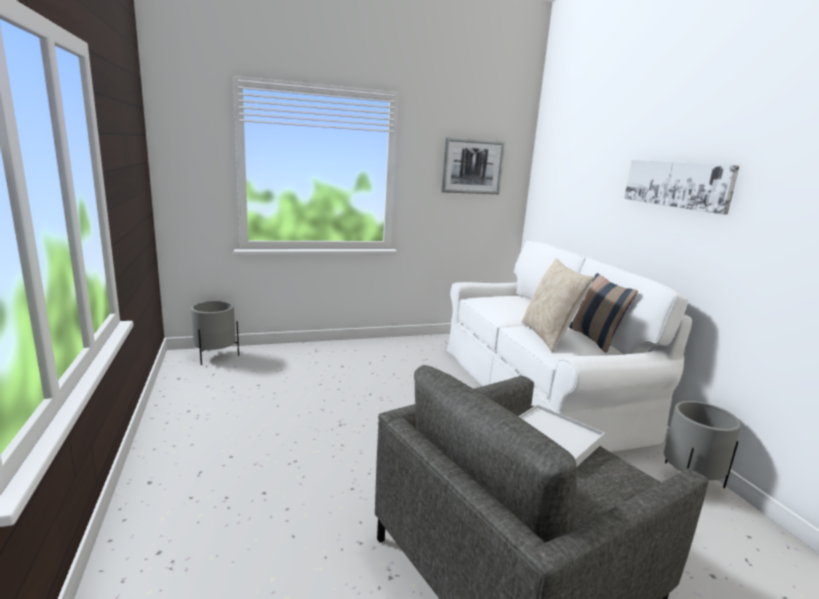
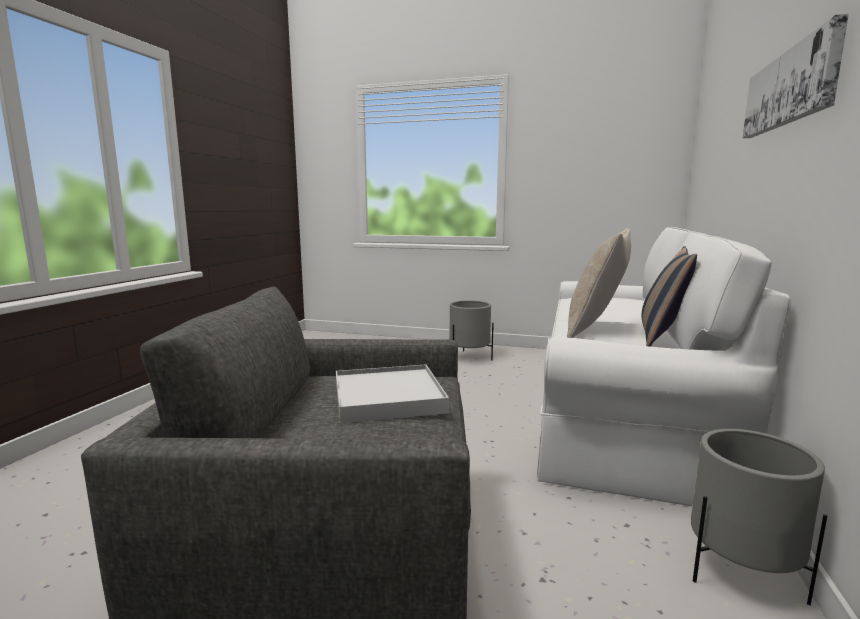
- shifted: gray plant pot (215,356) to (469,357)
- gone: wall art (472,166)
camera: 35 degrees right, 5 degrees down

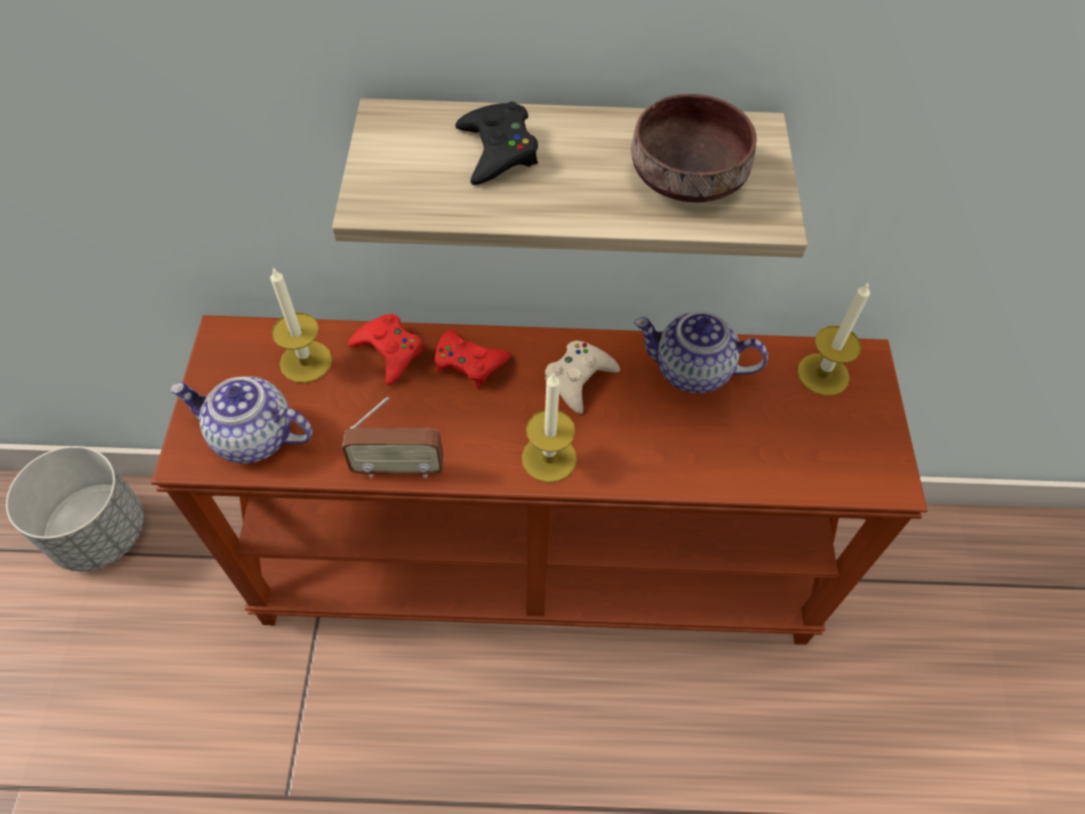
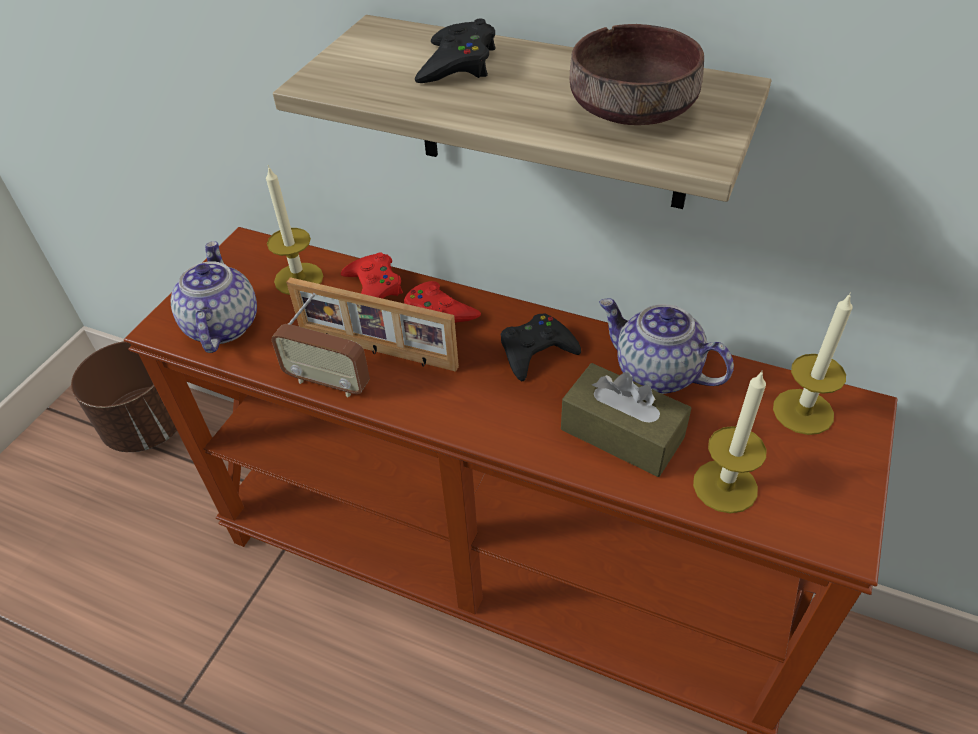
- repainted: gray plant pot (99,533) to brownish plant pot (147,427)
- rotated: tea pot (252,437) = (221,325) 45 degrees clockwise
- shifted: wax candle (549,458) to (725,486)
- repainted: beige-coloured gamepad (579,379) to blackish gamepad (536,351)
- new: standing frame (376,351)
- new: brownish box of tissues (622,433)
camera: 25 degrees right, 10 degrees down

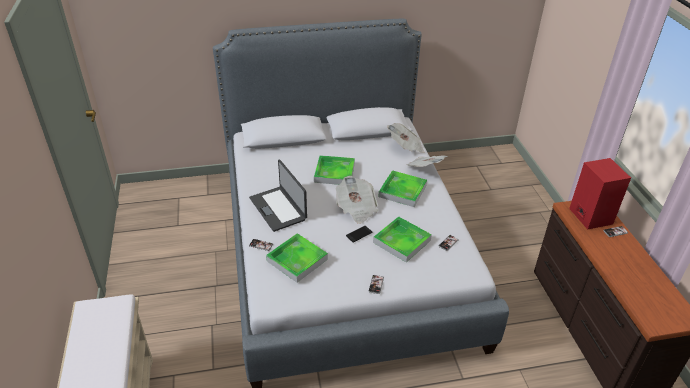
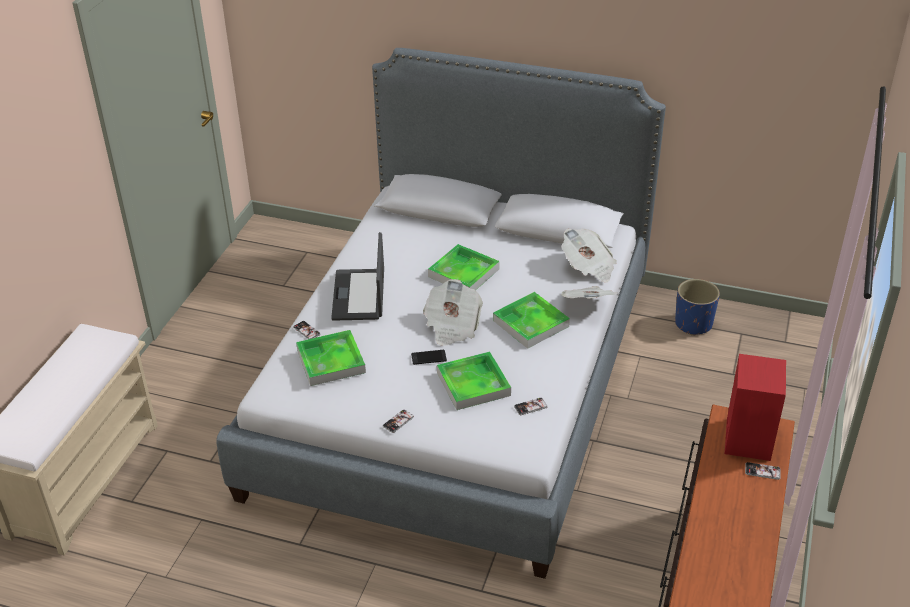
- new: blue-coloured plant pot (693,324)
camera: 30 degrees right, 0 degrees up

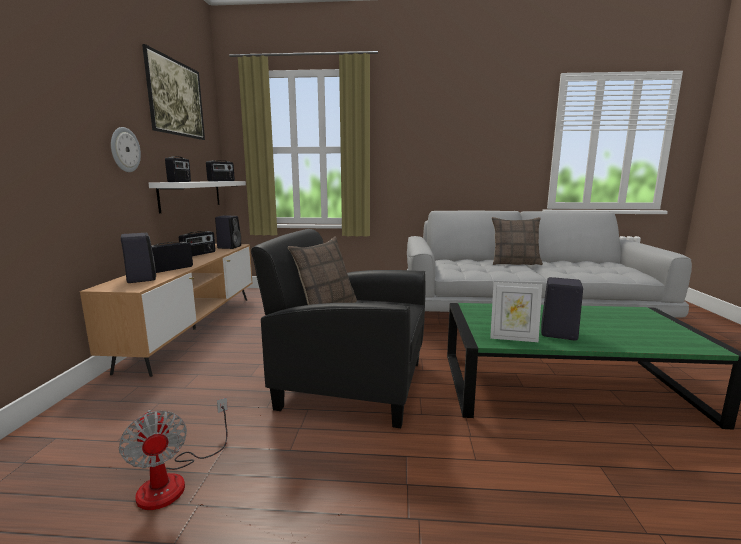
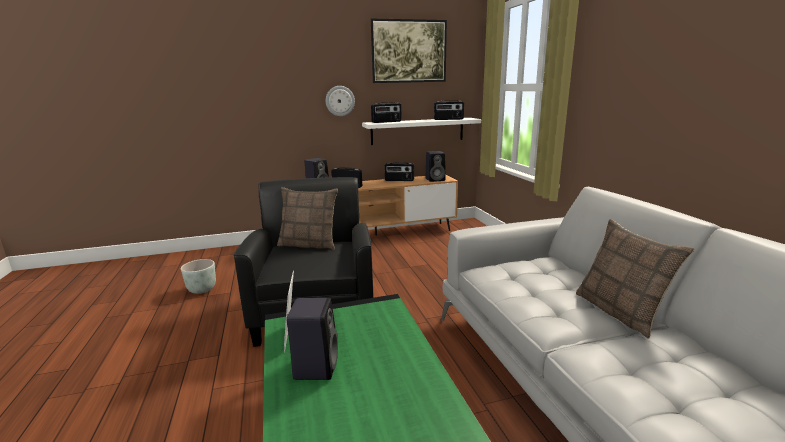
- swapped: cooling fan (174,480) to gray plant pot (202,290)
camera: 70 degrees right, 5 degrees up

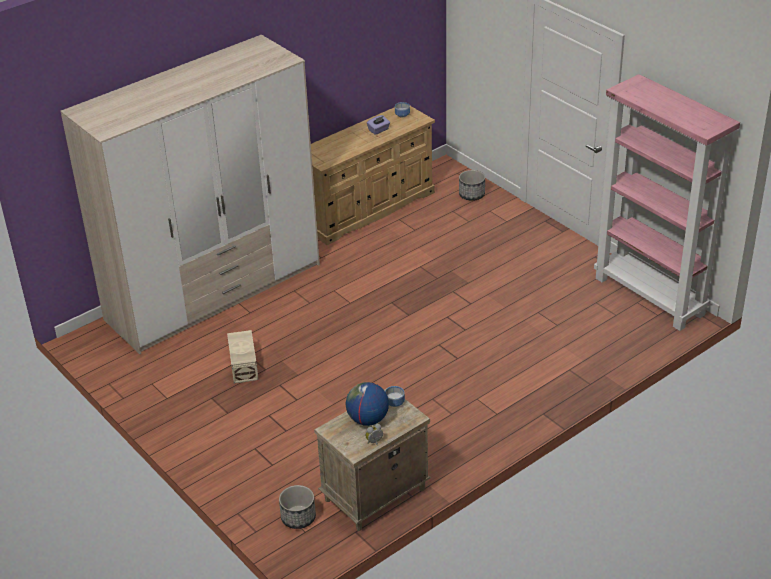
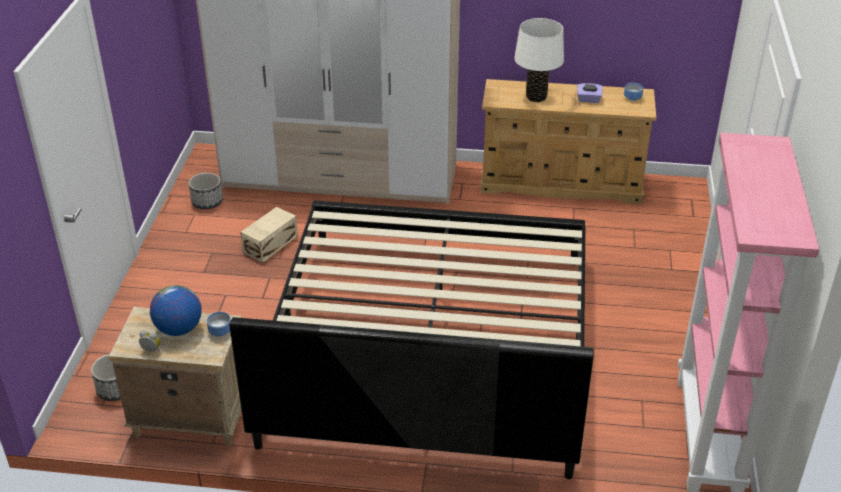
- shifted: plant pot (471,195) to (207,202)
- new: sleeping bed (430,347)
- new: whitish tabletop lamp (536,97)
camera: 45 degrees right, 0 degrees up

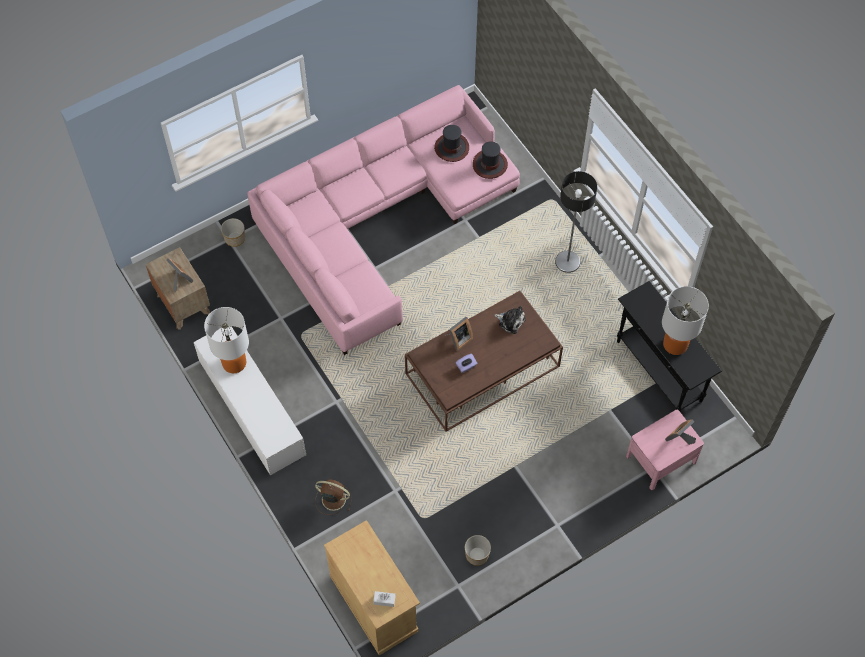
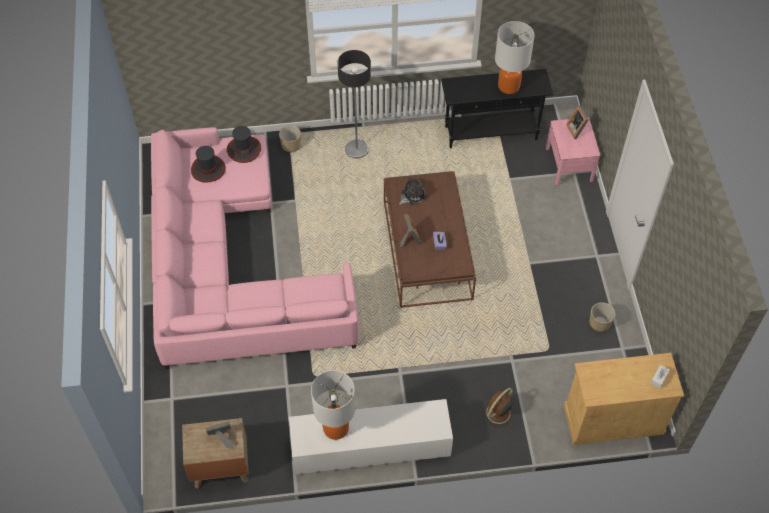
- shifted: plant pot (235,238) to (290,145)
camera: 65 degrees left, 5 degrees down

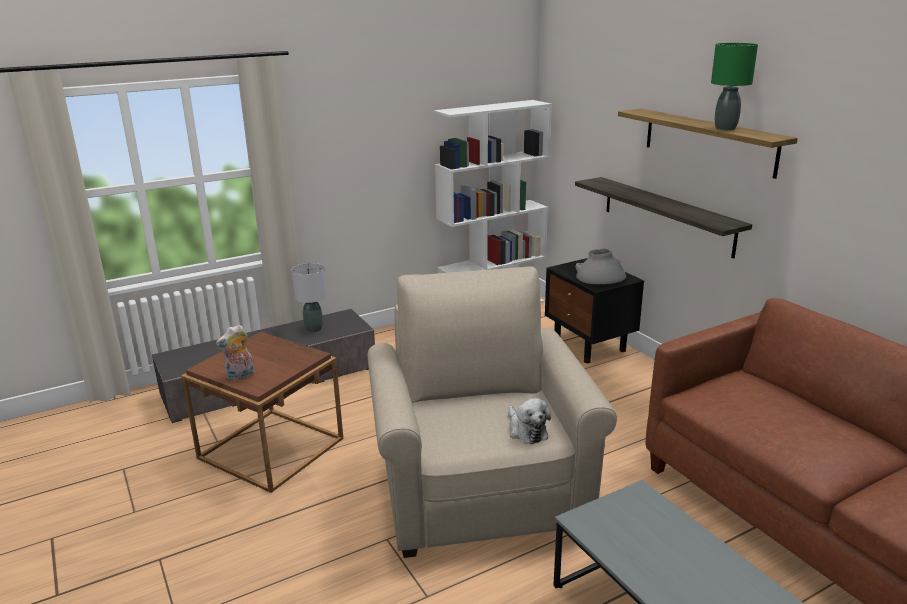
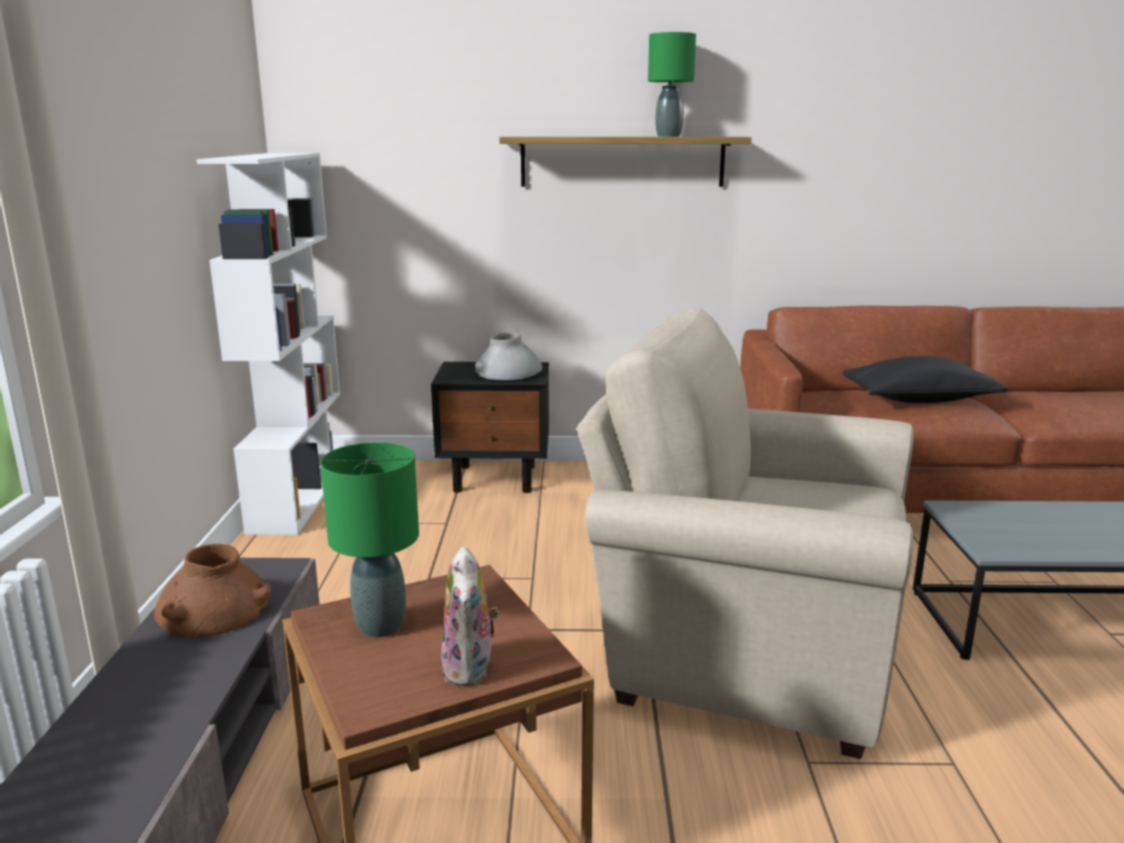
- swapped: gray tabletop lamp (314,329) to brownish vase (215,609)
- gone: cuddly toy (526,431)
- gone: bracket shelf (666,215)
- new: green-coloured tabletop lamp (379,626)
- new: blackish pillow (919,400)
camera: 60 degrees left, 5 degrees down

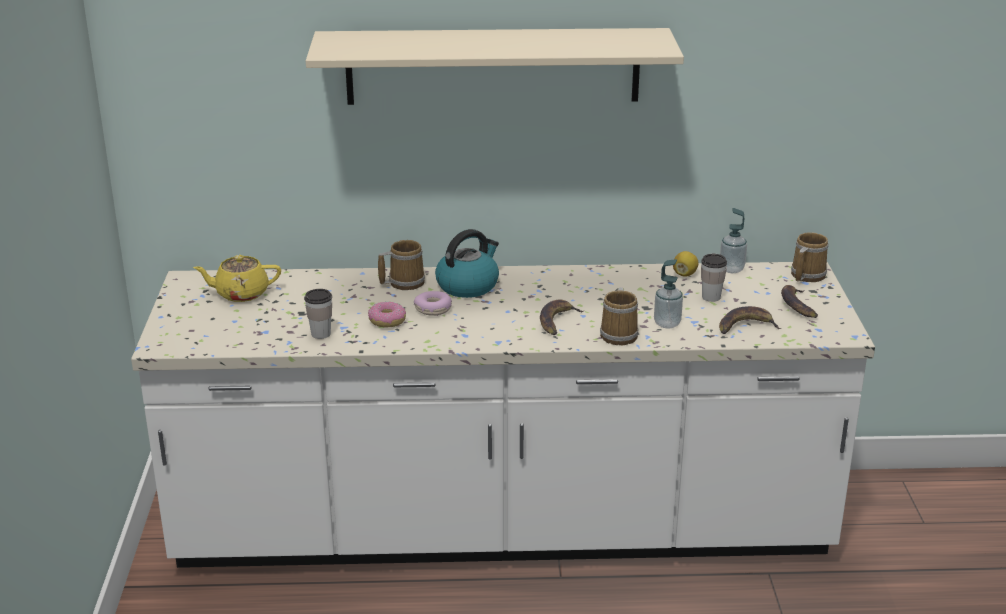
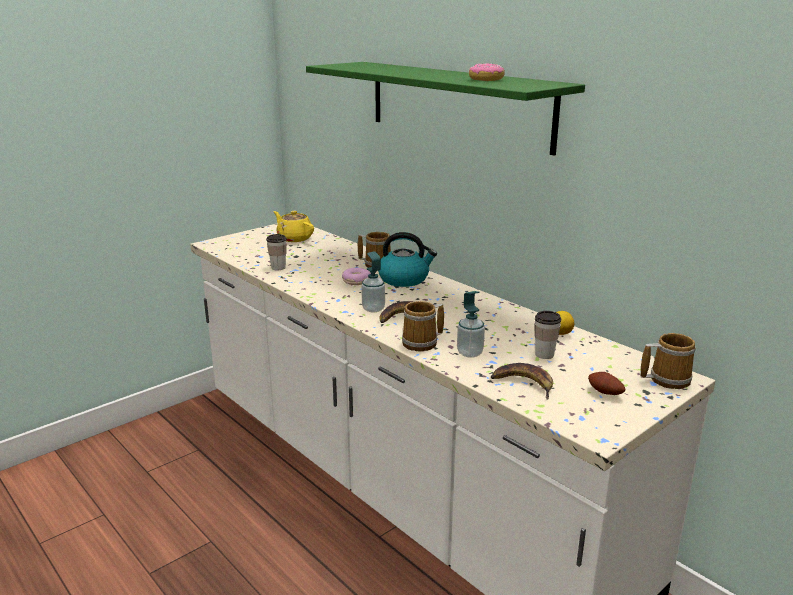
- repainted: beige-coloured bracket shelf (493,66) to green-coloured bracket shelf (457,104)
- shifted: ring doughnut (387,321) to (486,79)
- shifted: soap bottle (731,269) to (373,309)
- swapped: banana (797,305) to whole potato (604,393)
camera: 50 degrees right, 5 degrees down

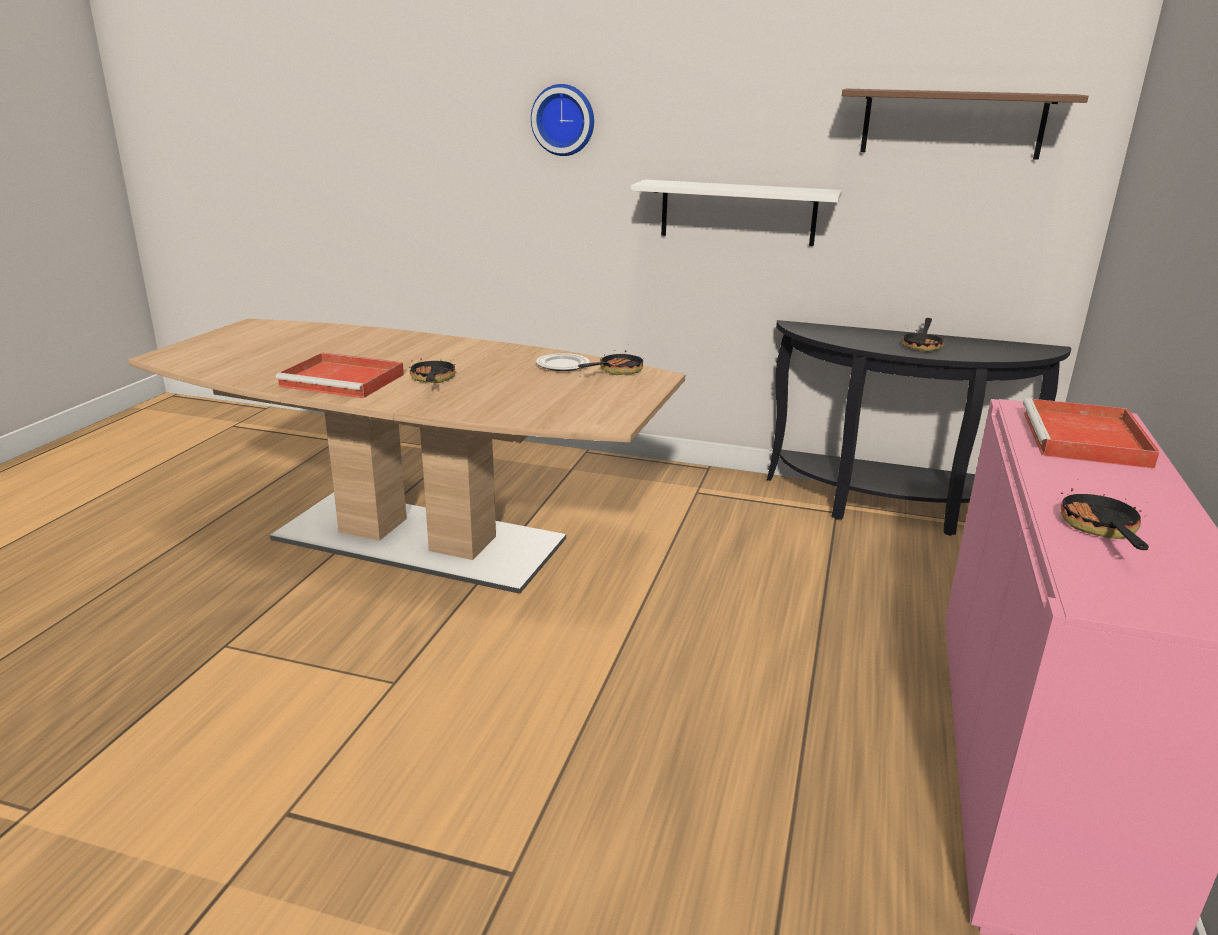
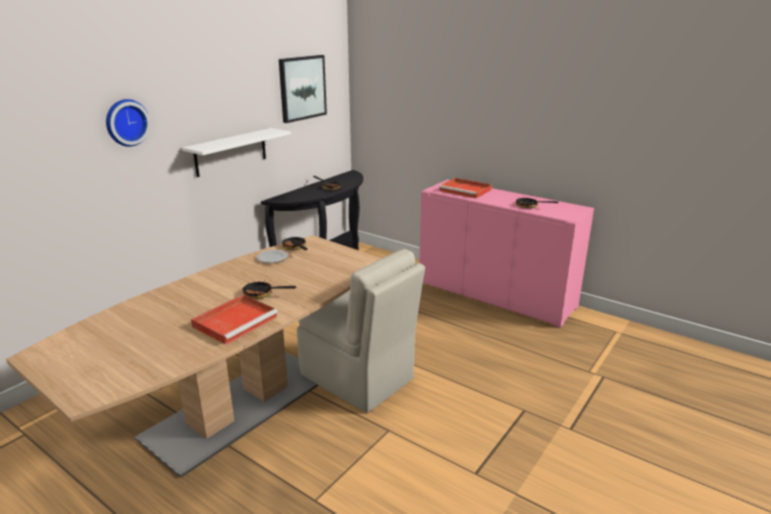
- swapped: brownish bracket shelf (952,123) to wall art (302,88)
- new: beige-coloured upright chair (359,379)
camera: 70 degrees left, 0 degrees up

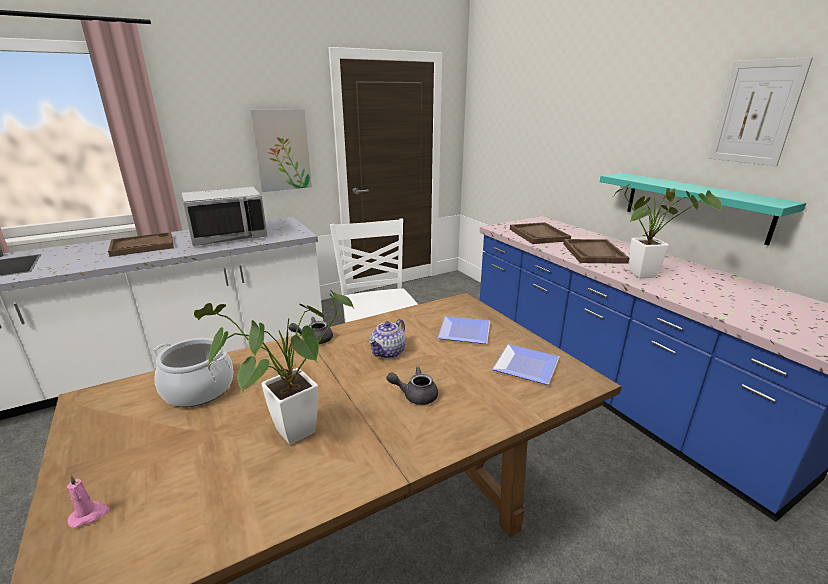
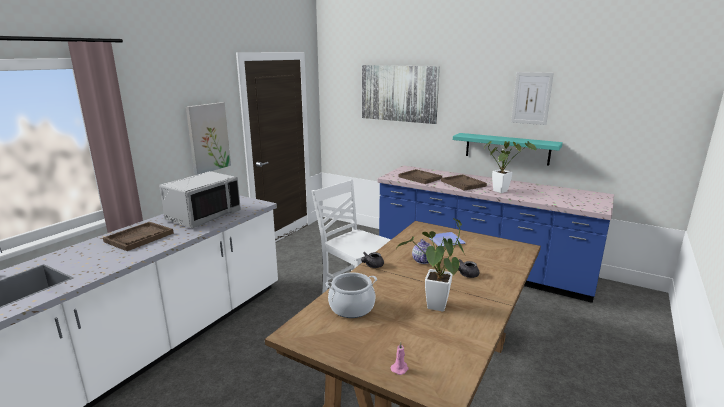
- gone: dinner plate (527,367)
- new: wall art (399,93)
camera: 30 degrees left, 5 degrees down

